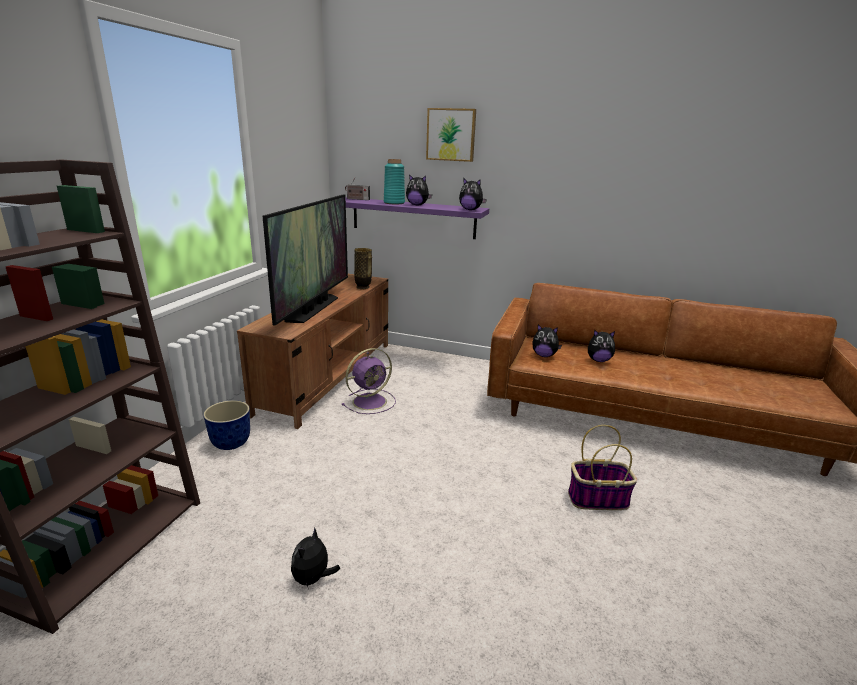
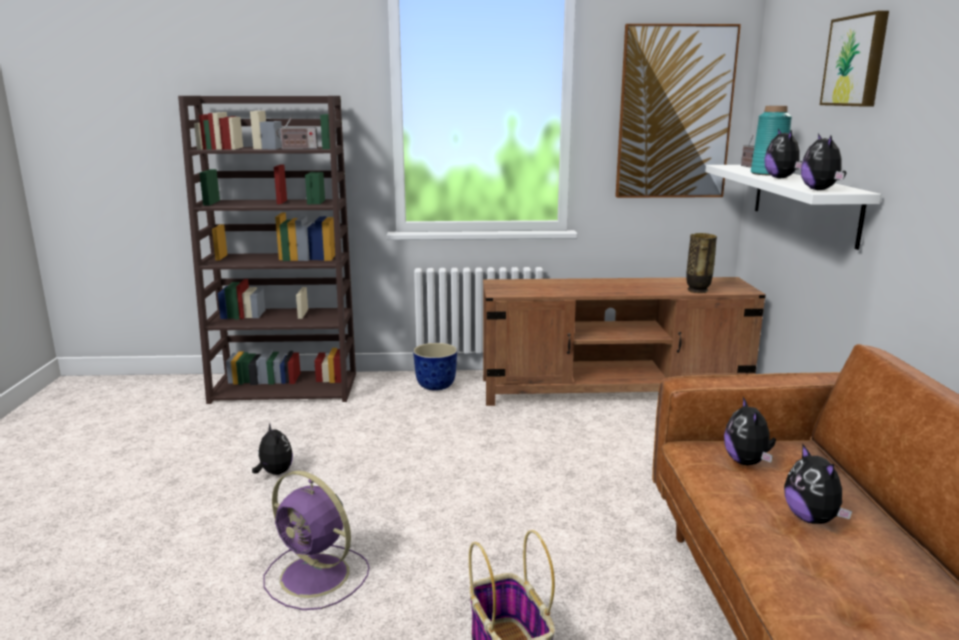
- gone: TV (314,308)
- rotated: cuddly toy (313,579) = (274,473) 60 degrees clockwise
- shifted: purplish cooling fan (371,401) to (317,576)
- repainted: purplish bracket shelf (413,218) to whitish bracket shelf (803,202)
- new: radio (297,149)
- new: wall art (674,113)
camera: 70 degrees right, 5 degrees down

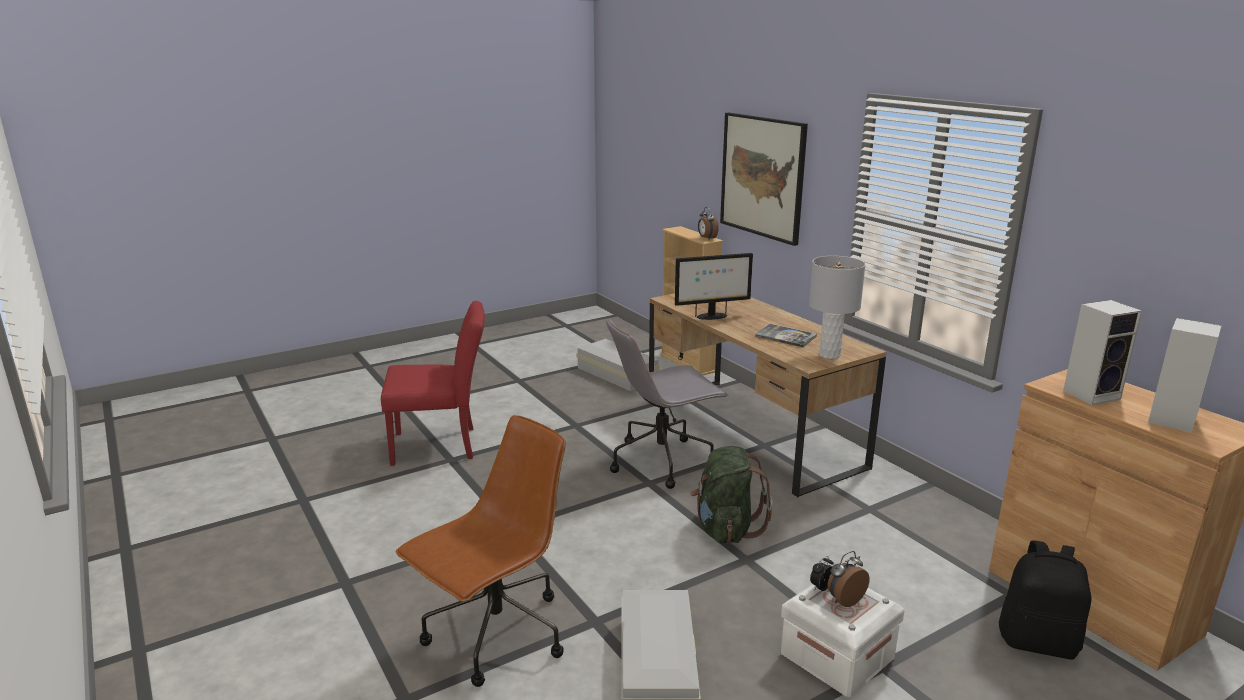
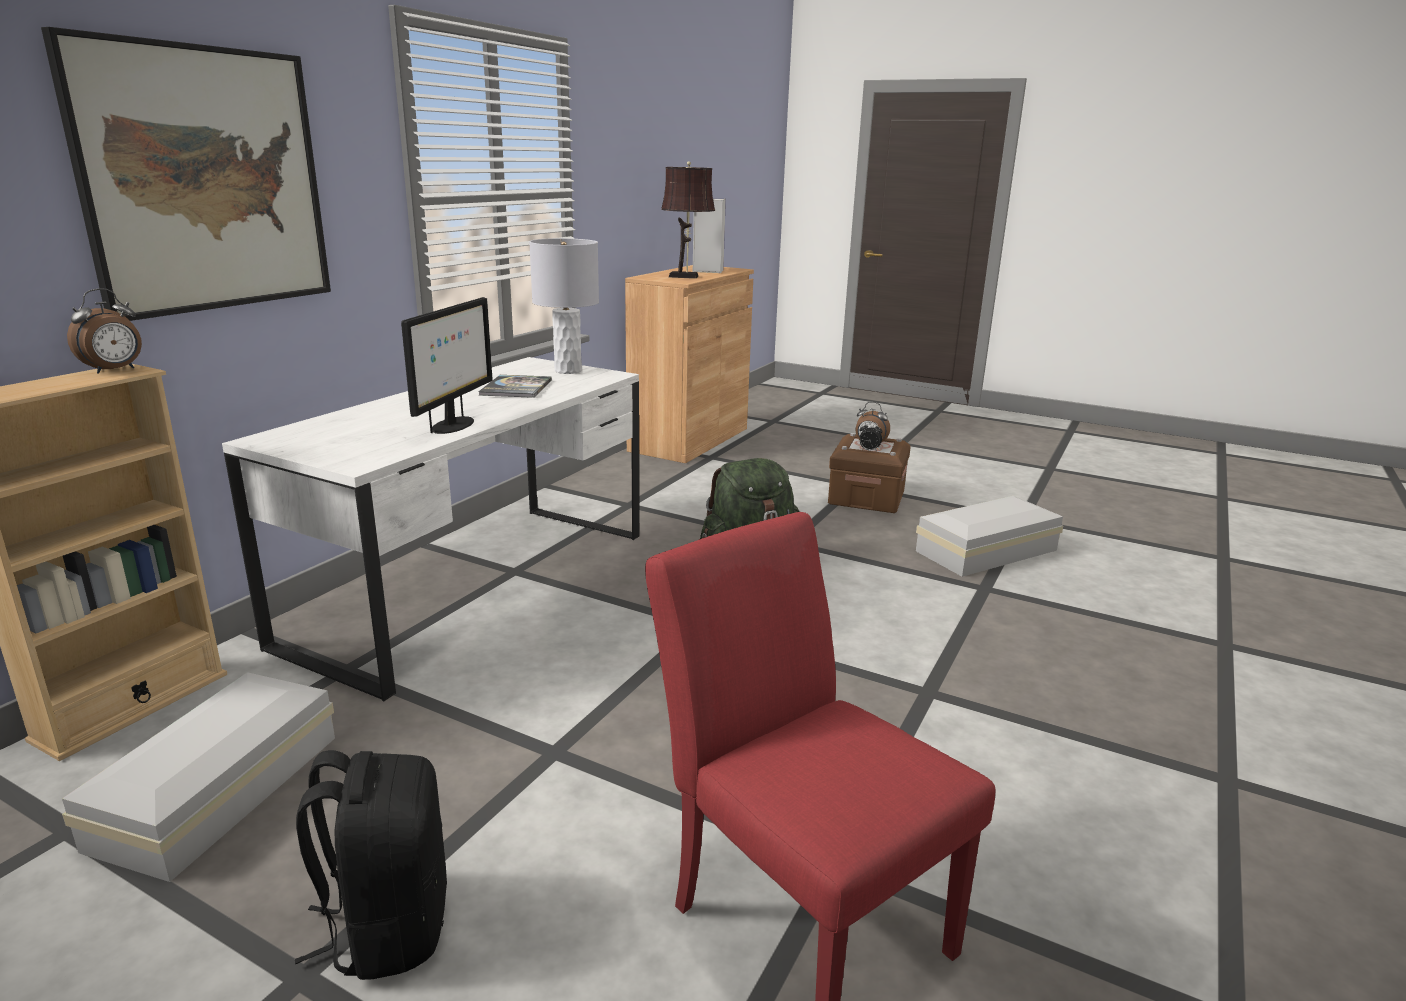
- gone: brownish desk chair (495,635)
- gone: gray desk chair (662,461)
- repainted: brownish desk table (750,432) to whitish desk table (476,586)
- rotated: monitor (711,316) = (453,426) 60 degrees clockwise
- repainted: whitish storage container (837,656) to brownish storage container (866,497)
- shifted: blackish rucksack (1038,641) to (388,926)
- swapped: speaker (1092,394) to brownish tabletop lamp (686,277)
camera: 120 degrees left, 0 degrees up

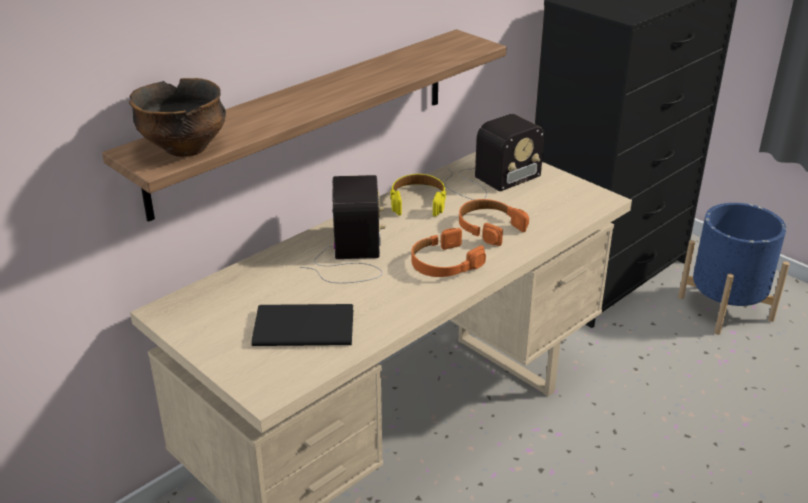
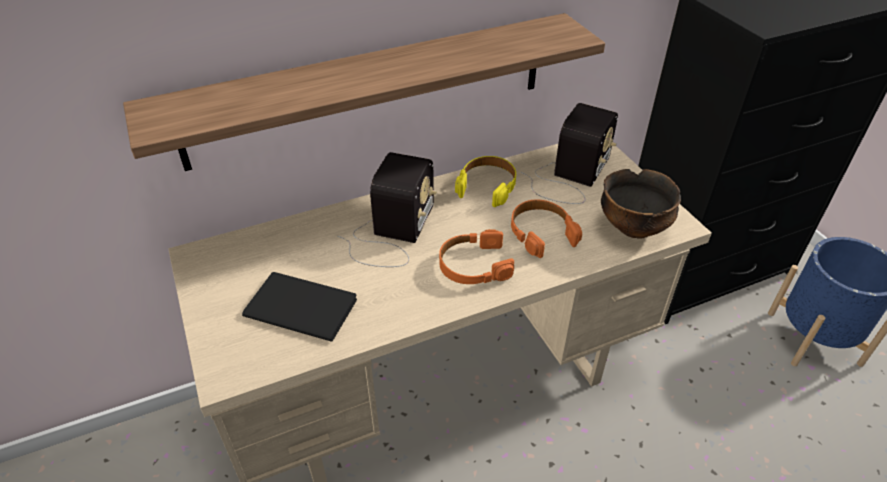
- shifted: bowl (184,148) to (633,227)
- rotated: radio (489,180) = (570,176) 45 degrees counterclockwise
camera: 20 degrees right, 10 degrees up

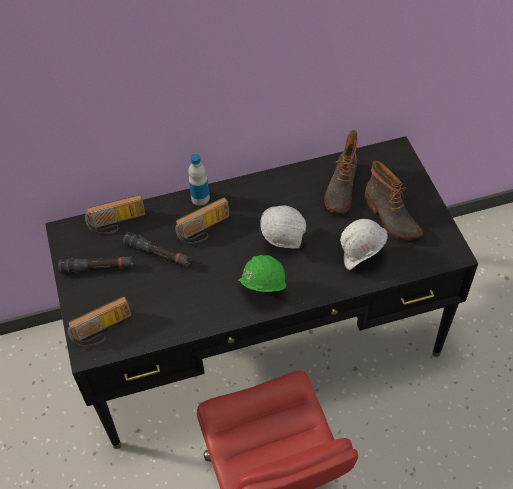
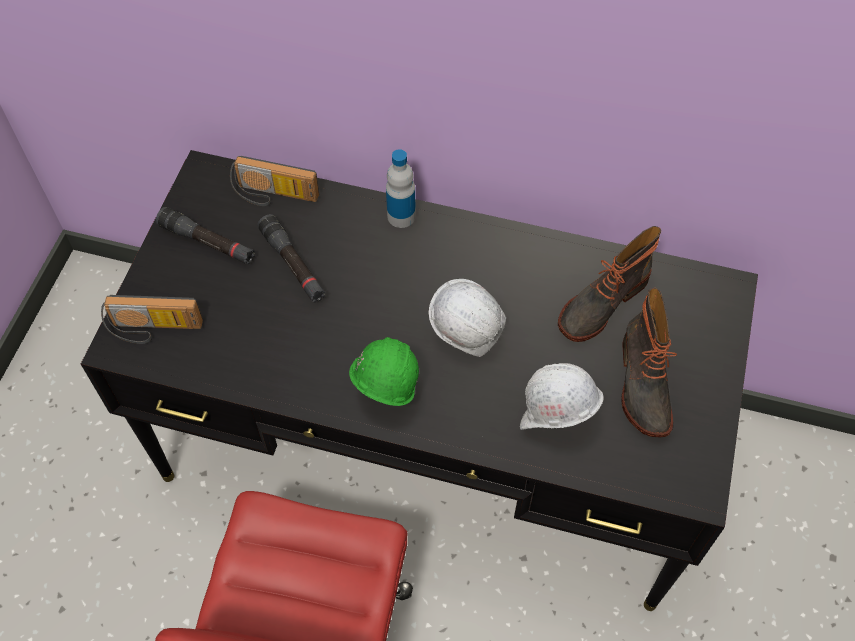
- gone: radio (205,230)
camera: 30 degrees right, 5 degrees up

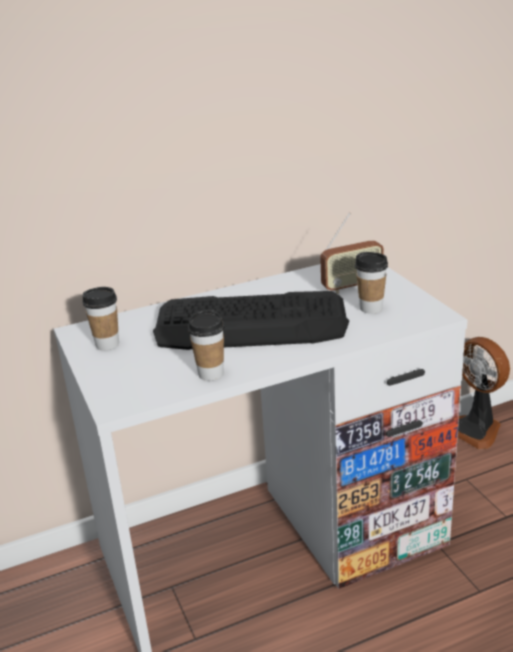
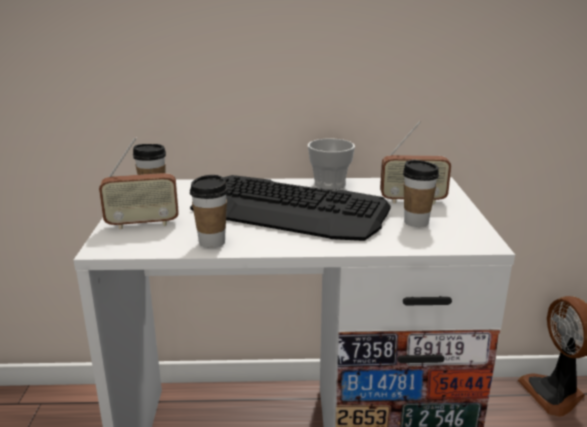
- new: radio (142,224)
- new: small cup (330,184)
camera: 20 degrees right, 5 degrees down

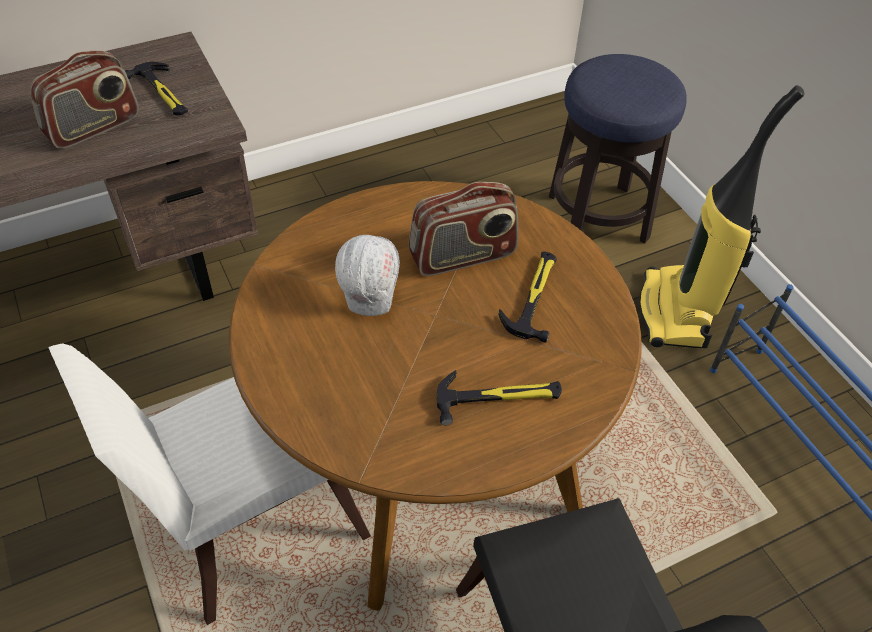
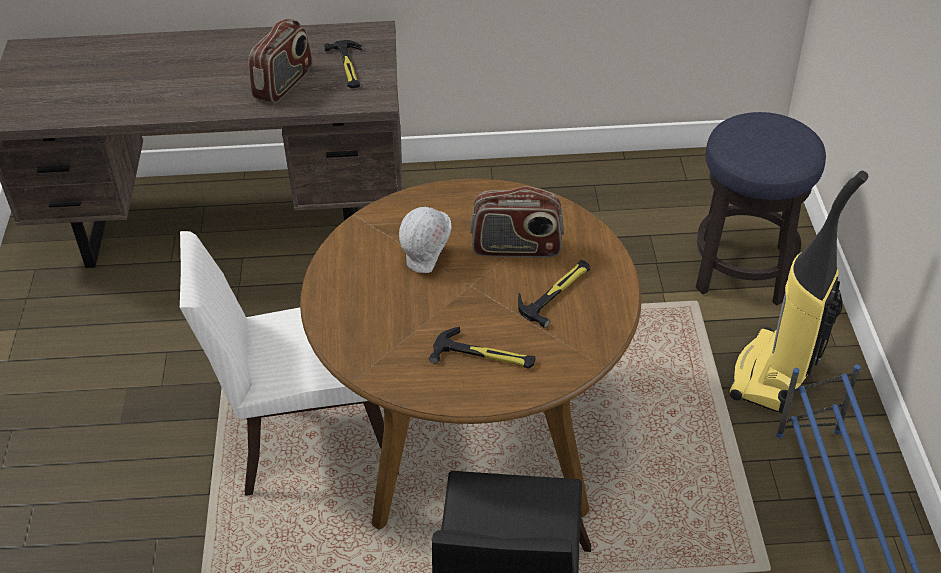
- rotated: radio (93,127) = (284,84) 45 degrees counterclockwise
camera: 25 degrees right, 5 degrees down

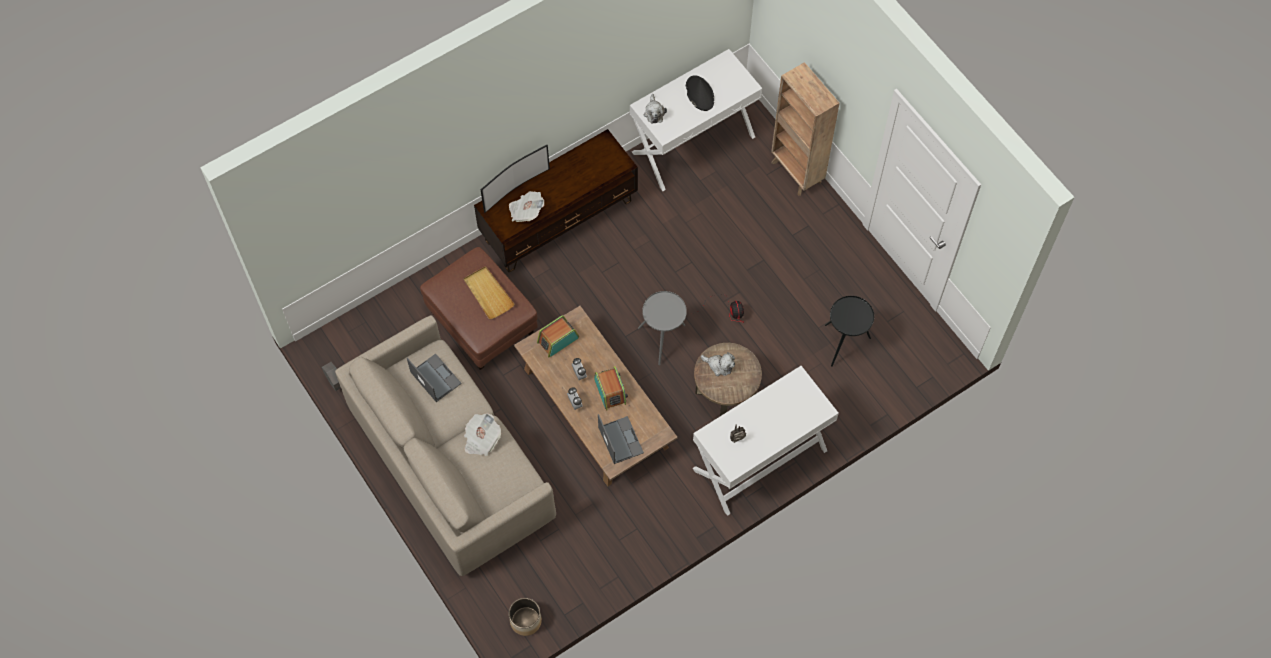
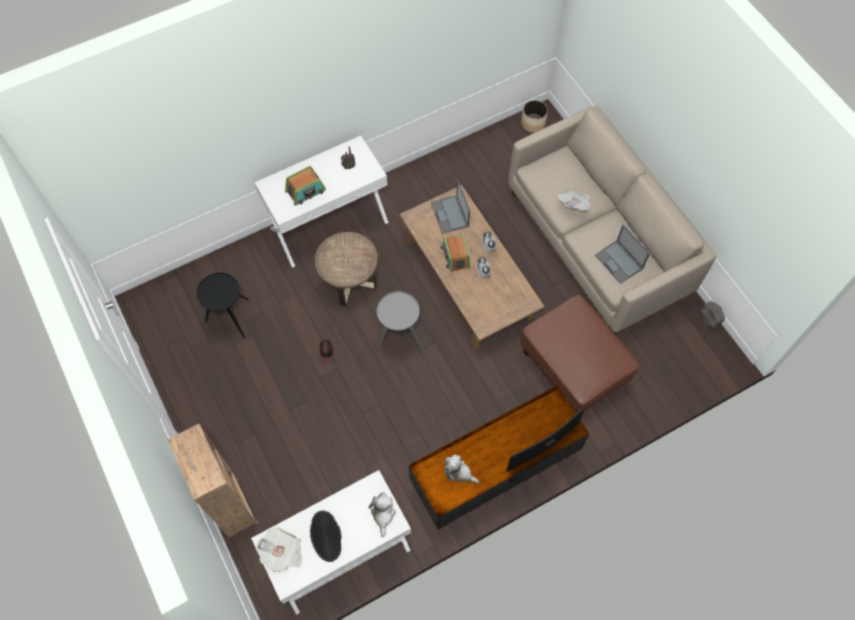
- gone: beige-coloured carrying tray (488,293)
- shifted: newspaper (526,211) to (283,553)
- shifted: radio (557,340) to (306,191)
- shifted: cuddly toy (719,365) to (459,472)
camera: 175 degrees left, 0 degrees up

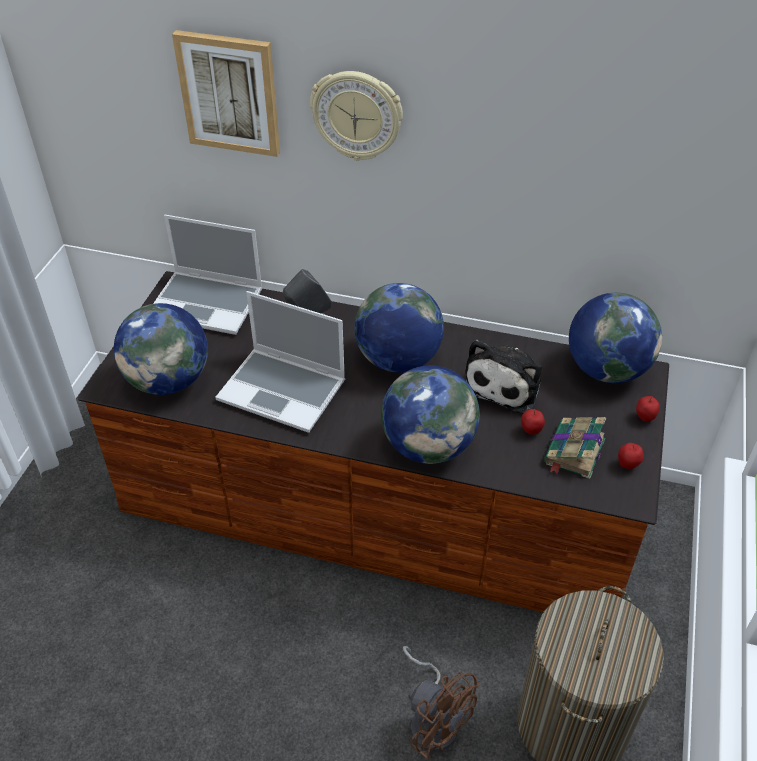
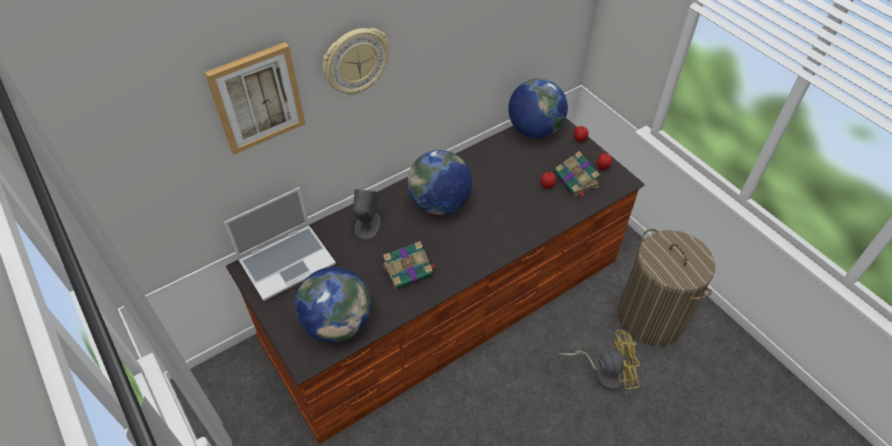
- swapped: notebook computer (284,391) to book (409,270)
- gone: globe (428,446)
- repainted: brownish cooling fan (434,718) to yellowish cooling fan (604,372)
- gone: cuddly toy (504,384)
camera: 50 degrees left, 5 degrees up

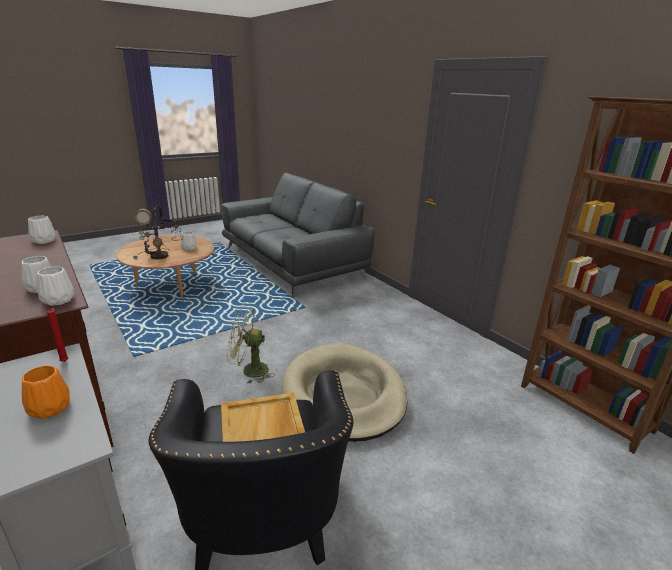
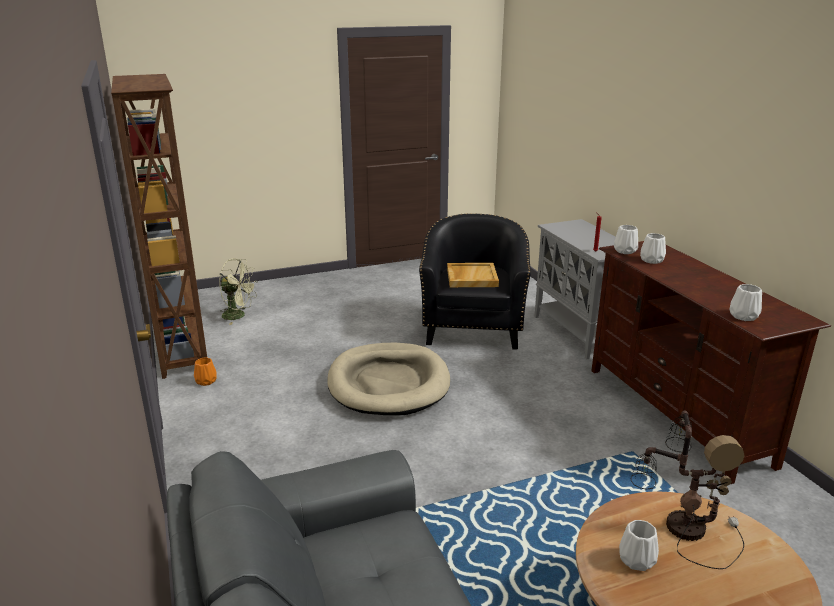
- shifted: orangey vase (49,409) to (206,381)
- shifted: green-coloured cooling fan (249,370) to (238,316)
camera: 165 degrees left, 0 degrees up

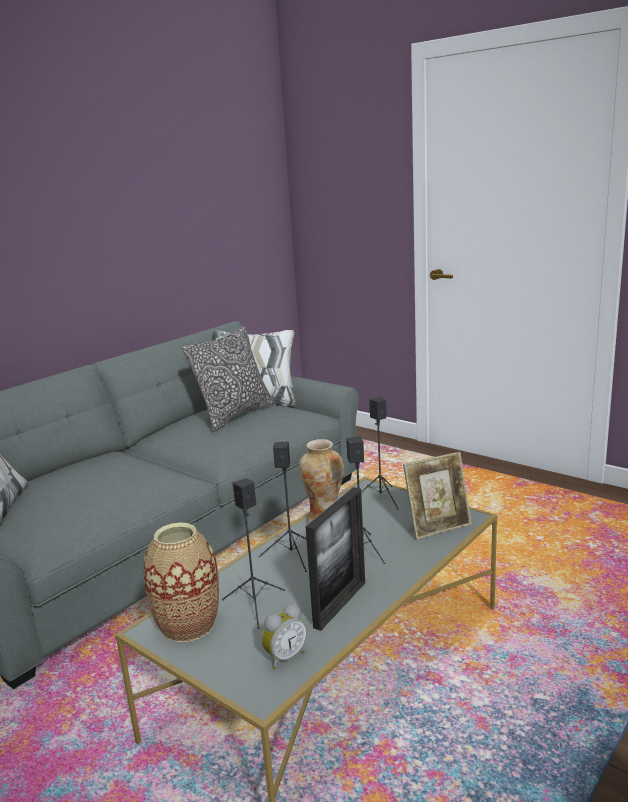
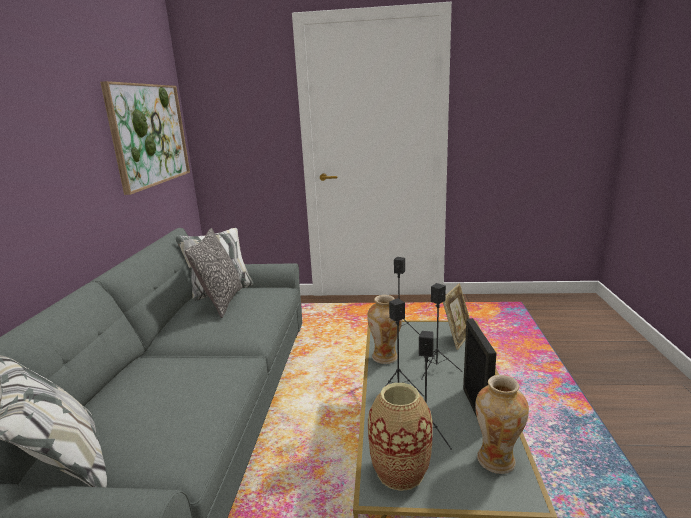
- swapped: alarm clock (284,657) to vase (496,460)
- new: wall art (149,134)
camera: 35 degrees left, 0 degrees up

